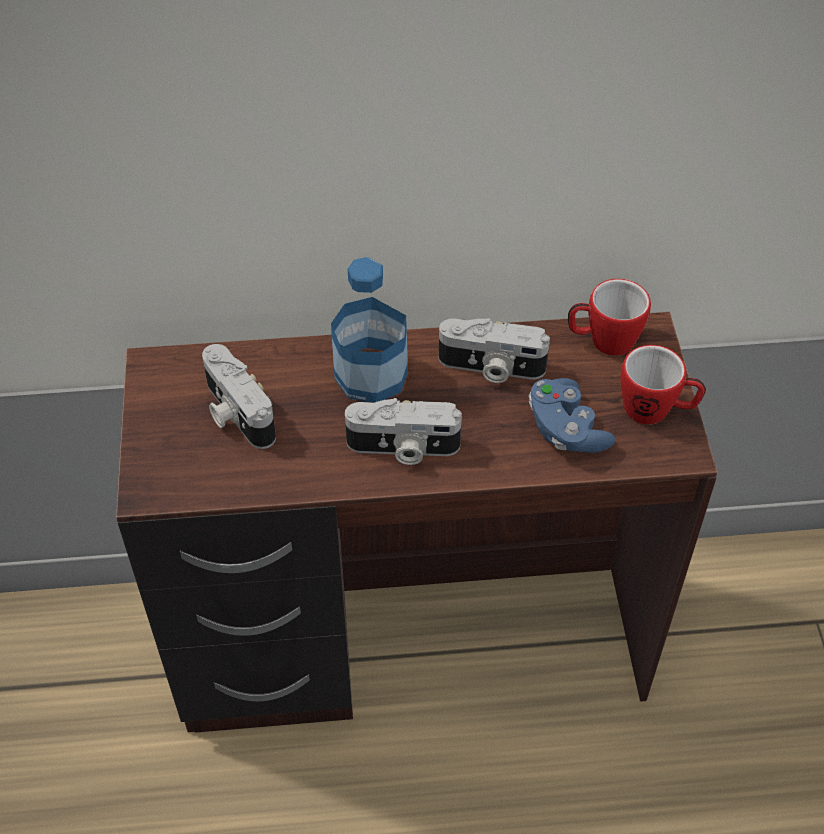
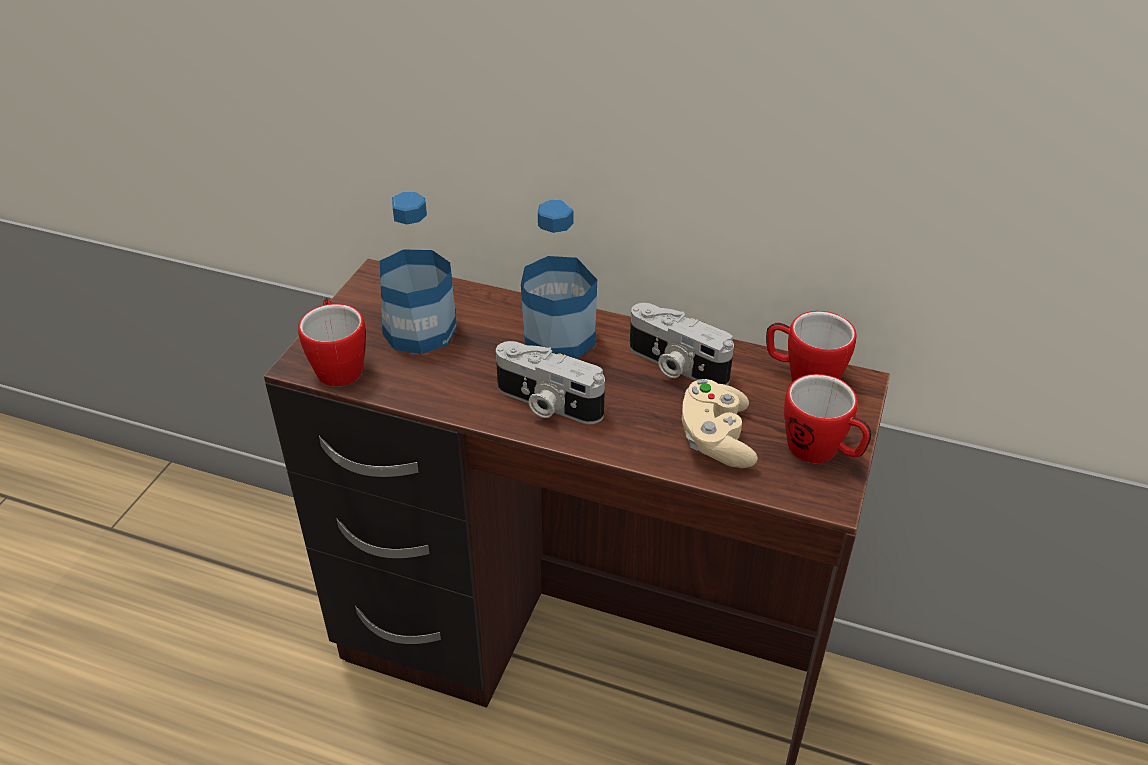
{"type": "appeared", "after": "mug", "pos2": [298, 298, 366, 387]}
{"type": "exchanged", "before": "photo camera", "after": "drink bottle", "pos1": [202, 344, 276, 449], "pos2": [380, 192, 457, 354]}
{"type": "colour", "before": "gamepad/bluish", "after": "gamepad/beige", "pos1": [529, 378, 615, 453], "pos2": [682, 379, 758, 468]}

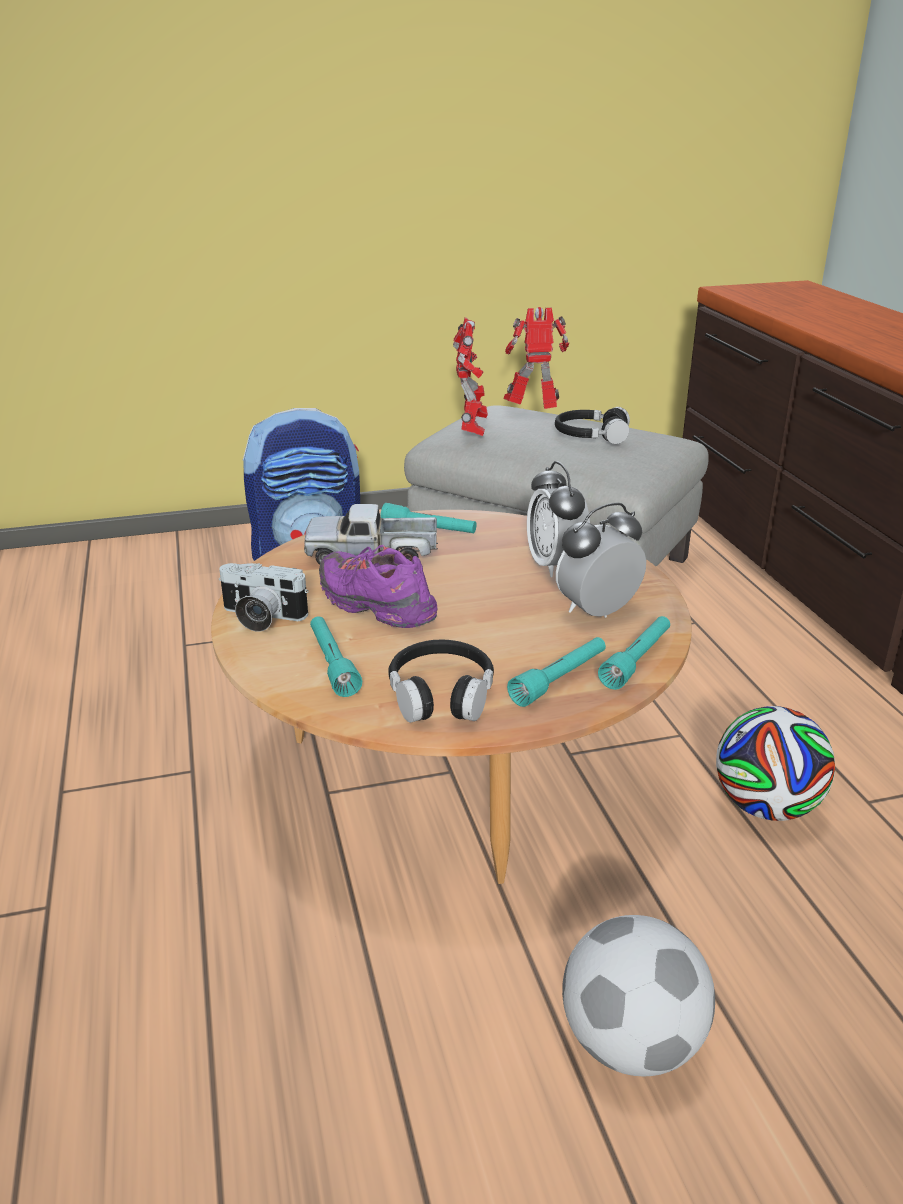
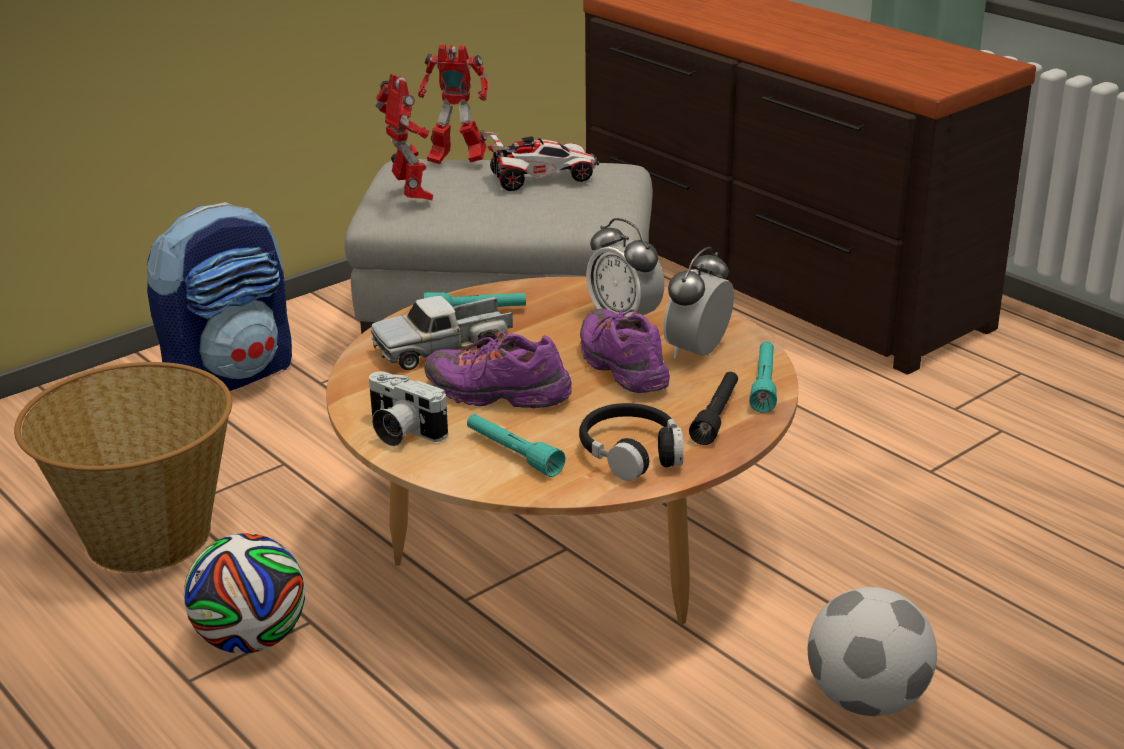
{"type": "appeared", "after": "household basket", "pos2": [14, 362, 232, 572]}
{"type": "relocated", "before": "football", "pos1": [716, 706, 835, 821], "pos2": [184, 533, 305, 653]}
{"type": "spun", "before": "photo camera", "pos1": [219, 563, 308, 632], "pos2": [369, 371, 448, 446], "turn": 45}
{"type": "spun", "before": "model robot", "pos1": [504, 307, 569, 409], "pos2": [418, 44, 489, 164], "turn": -135}
{"type": "exchanged", "before": "pair of headphones/blackish", "after": "miniature car", "pos1": [555, 407, 630, 444], "pos2": [481, 132, 599, 191]}
{"type": "appeared", "after": "item of footwear/purple", "pos2": [580, 309, 670, 393]}
{"type": "colour", "before": "torch/turquoise", "after": "torch/blackish", "pos1": [507, 637, 606, 707], "pos2": [689, 372, 738, 445]}

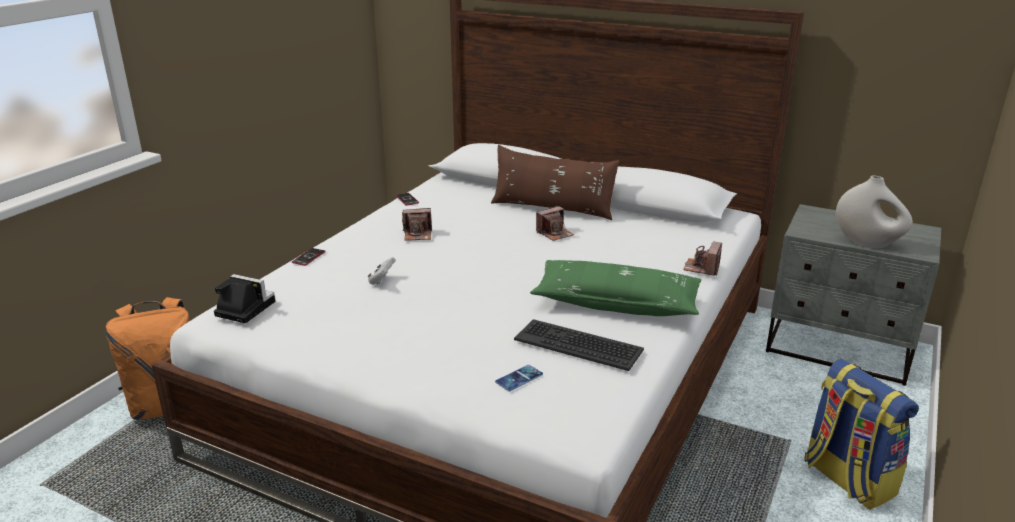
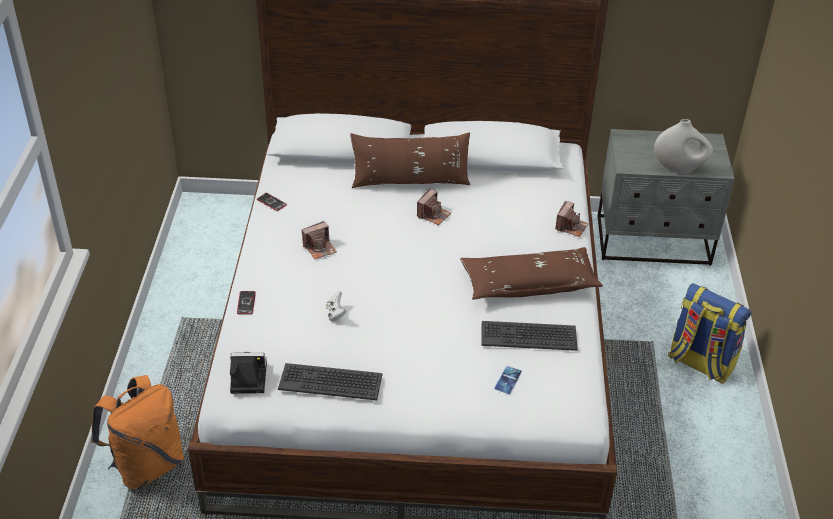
{"type": "appeared", "after": "computer keyboard", "pos2": [278, 363, 383, 400]}
{"type": "colour", "before": "cushion/greenish", "after": "cushion/brown-coloured", "pos1": [530, 260, 701, 316], "pos2": [460, 247, 603, 300]}
{"type": "spun", "before": "photo camera", "pos1": [683, 241, 722, 276], "pos2": [555, 200, 589, 237], "turn": -150}

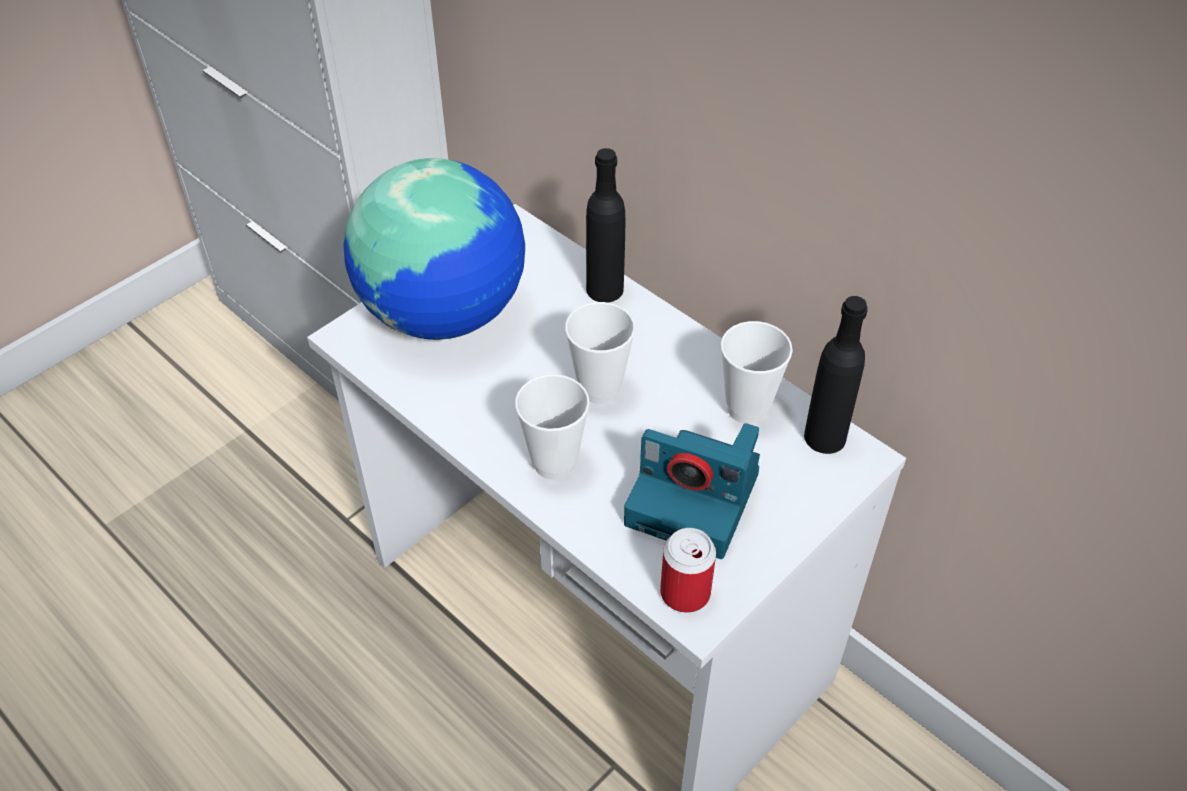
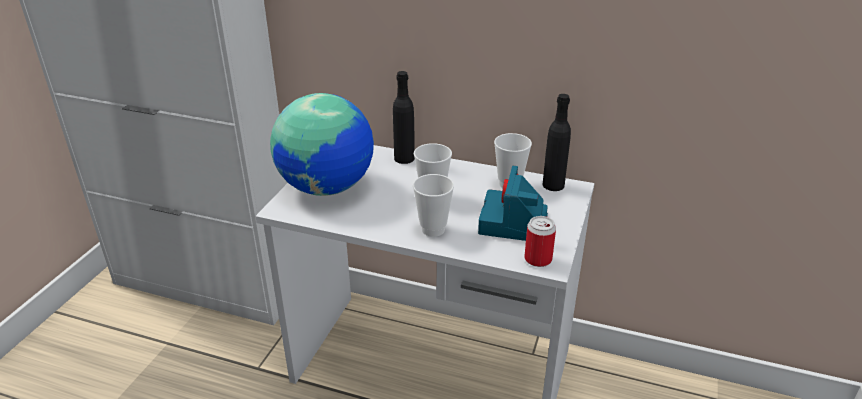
{"type": "spun", "before": "photo camera", "pos1": [624, 423, 760, 559], "pos2": [478, 166, 548, 241], "turn": 105}

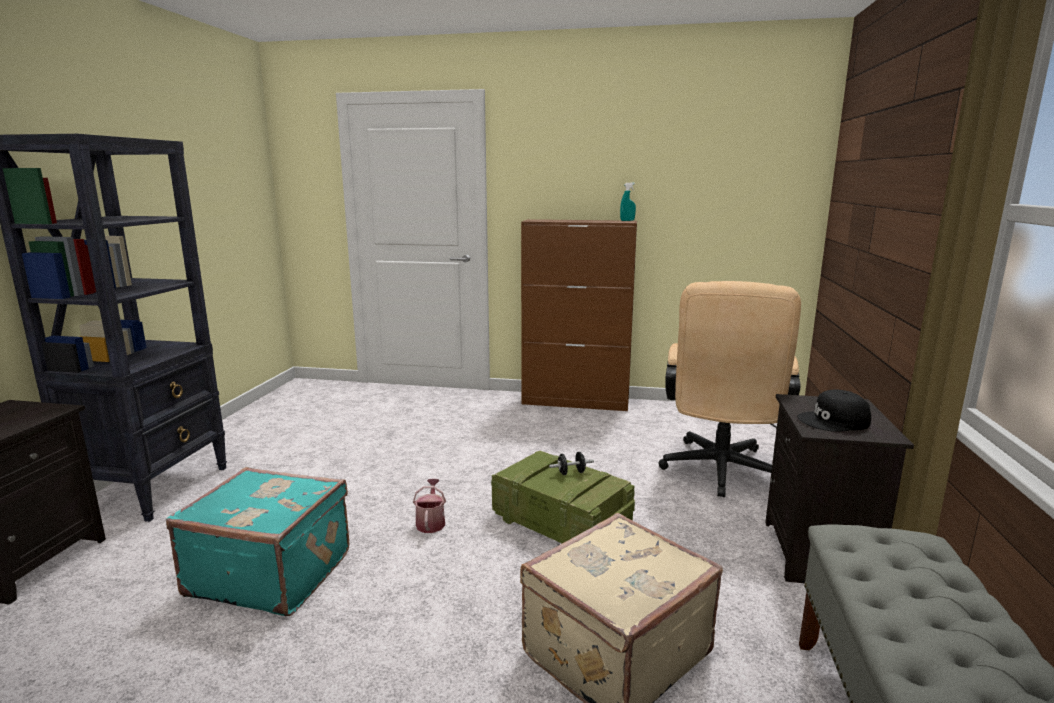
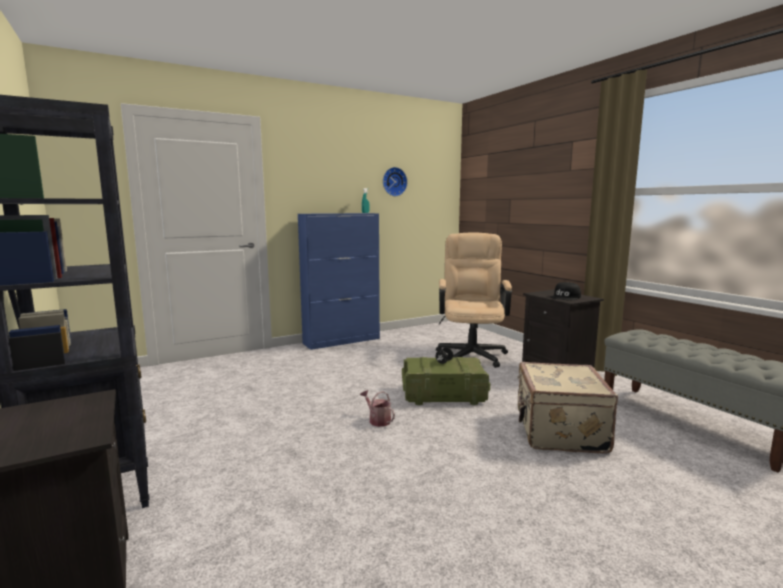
{"type": "colour", "before": "storage cabinet/brown-coloured", "after": "storage cabinet/bluish", "pos1": [521, 219, 637, 411], "pos2": [298, 213, 380, 350]}
{"type": "appeared", "after": "hanging clock", "pos2": [383, 167, 407, 196]}
{"type": "spun", "before": "office chair/beige", "pos1": [658, 281, 801, 497], "pos2": [436, 233, 512, 368], "turn": -150}
{"type": "missing", "before": "suitcase/turquoise", "pos1": [166, 467, 349, 616]}

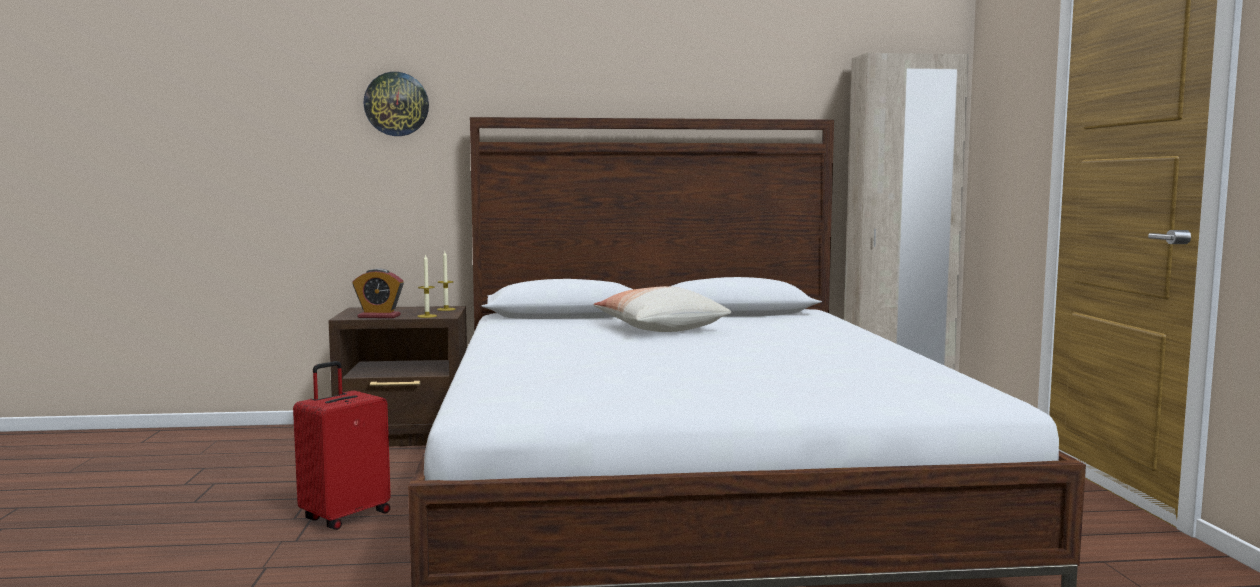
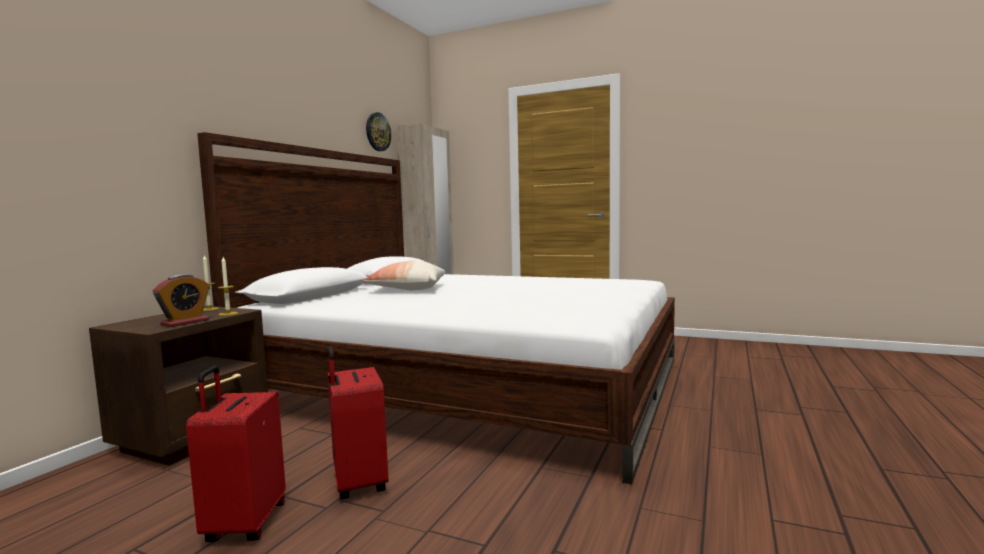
{"type": "appeared", "after": "suitcase/red-coloured", "pos2": [186, 366, 286, 542]}
{"type": "relocated", "before": "hanging clock", "pos1": [363, 72, 429, 136], "pos2": [366, 112, 391, 151]}

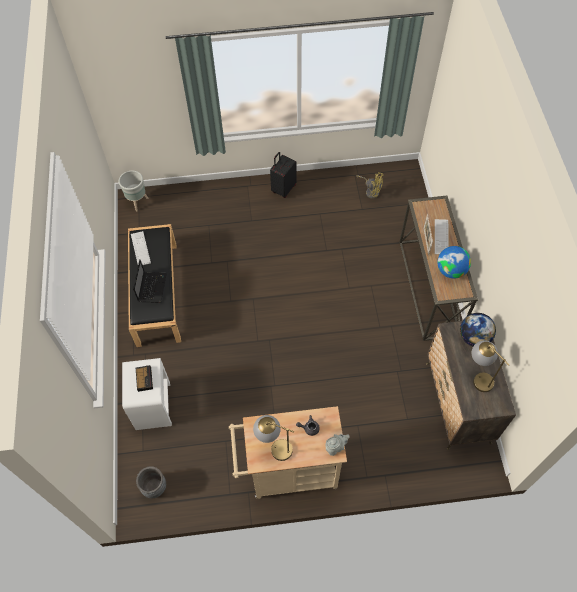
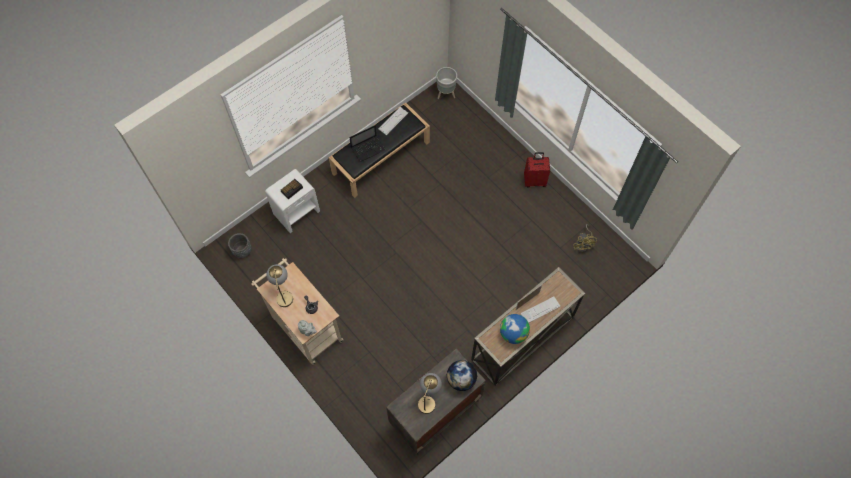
{"type": "colour", "before": "suitcase/blackish", "after": "suitcase/red-coloured", "pos1": [270, 152, 297, 198], "pos2": [524, 152, 550, 187]}

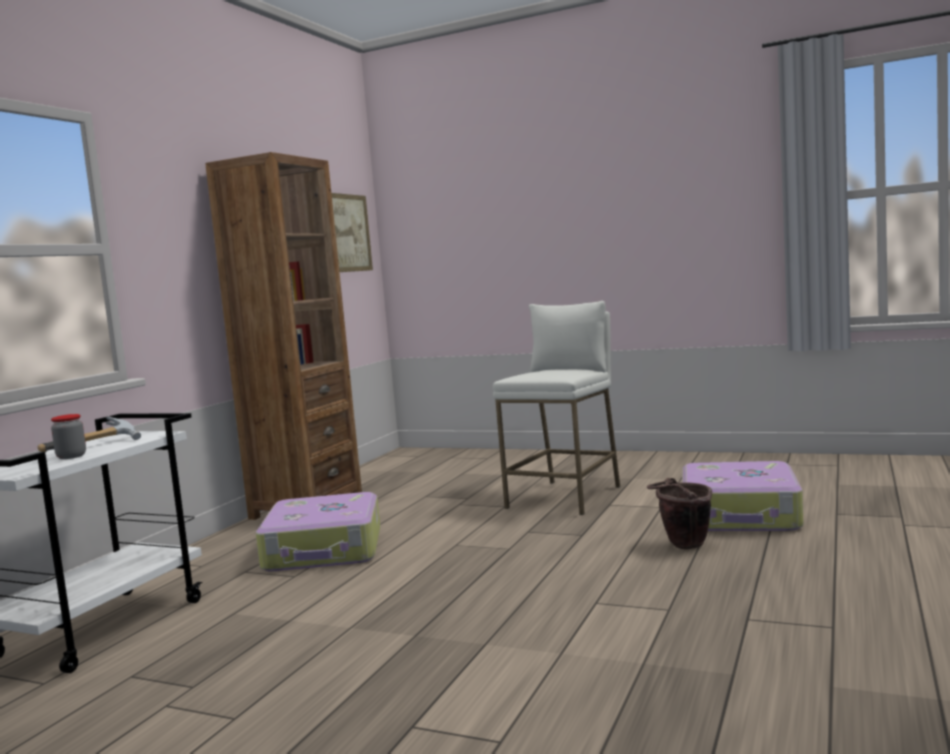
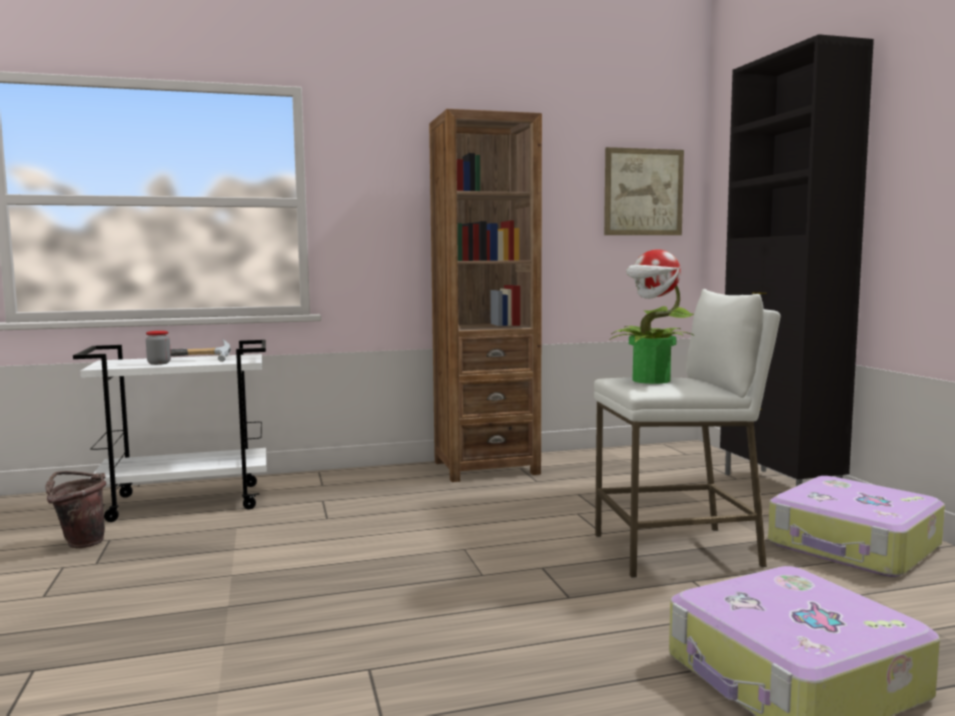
{"type": "relocated", "before": "water bucket/brown-coloured", "pos1": [647, 478, 712, 549], "pos2": [45, 471, 106, 548]}
{"type": "appeared", "after": "plant in a pot", "pos2": [611, 250, 695, 384]}
{"type": "appeared", "after": "storage cabinet/blackish", "pos2": [720, 34, 874, 486]}
{"type": "relocated", "before": "suitcase", "pos1": [256, 492, 380, 571], "pos2": [768, 476, 945, 577]}

